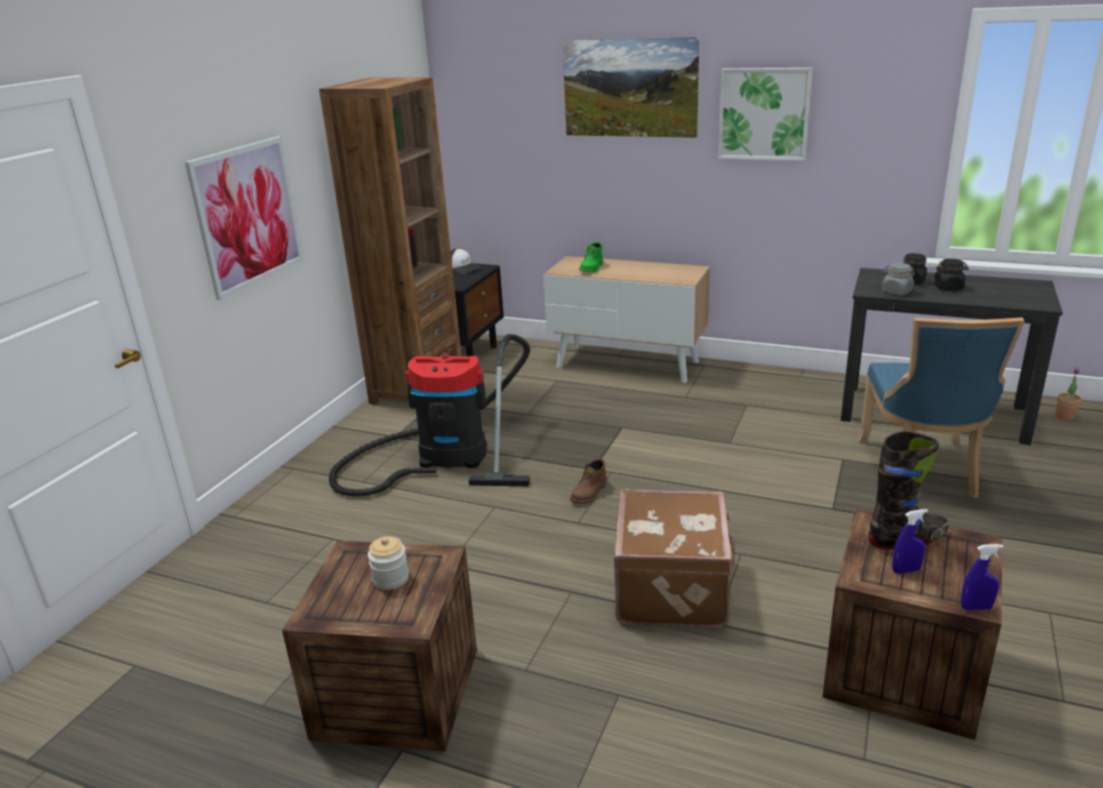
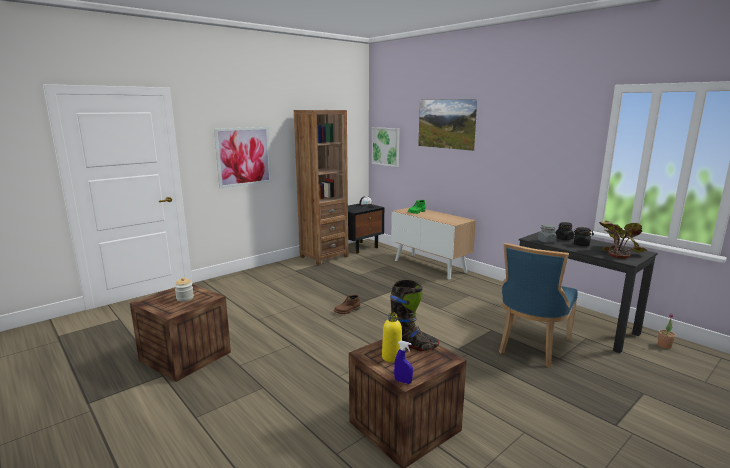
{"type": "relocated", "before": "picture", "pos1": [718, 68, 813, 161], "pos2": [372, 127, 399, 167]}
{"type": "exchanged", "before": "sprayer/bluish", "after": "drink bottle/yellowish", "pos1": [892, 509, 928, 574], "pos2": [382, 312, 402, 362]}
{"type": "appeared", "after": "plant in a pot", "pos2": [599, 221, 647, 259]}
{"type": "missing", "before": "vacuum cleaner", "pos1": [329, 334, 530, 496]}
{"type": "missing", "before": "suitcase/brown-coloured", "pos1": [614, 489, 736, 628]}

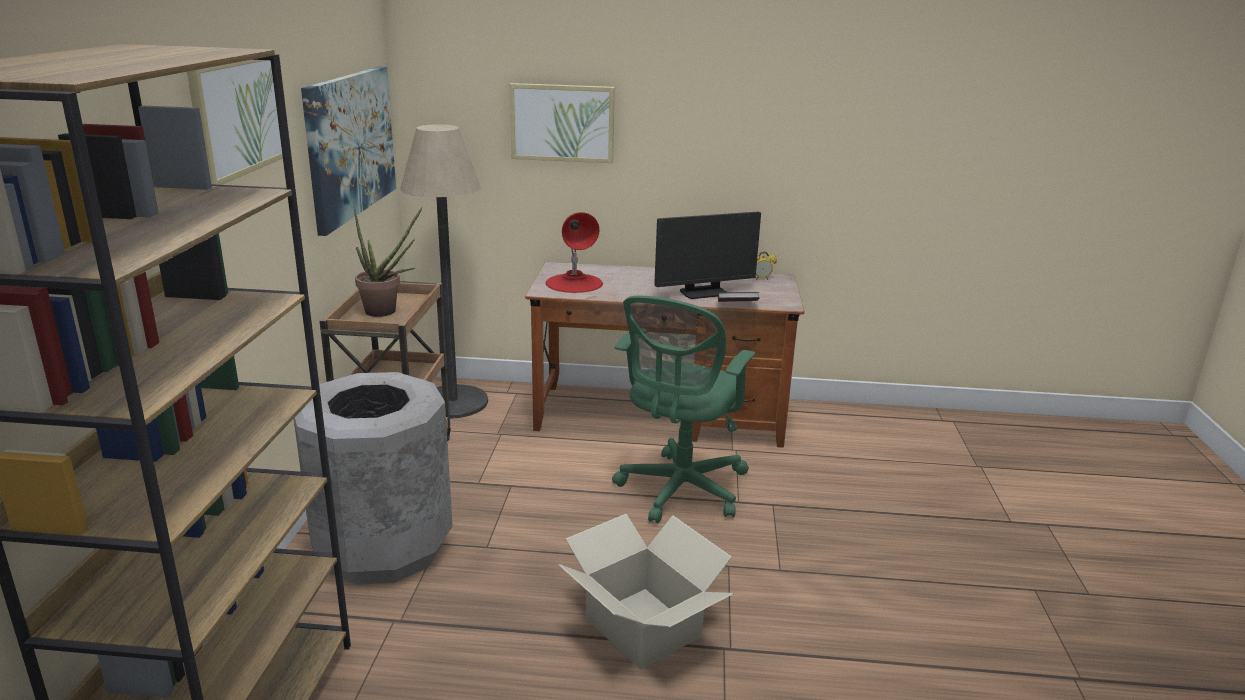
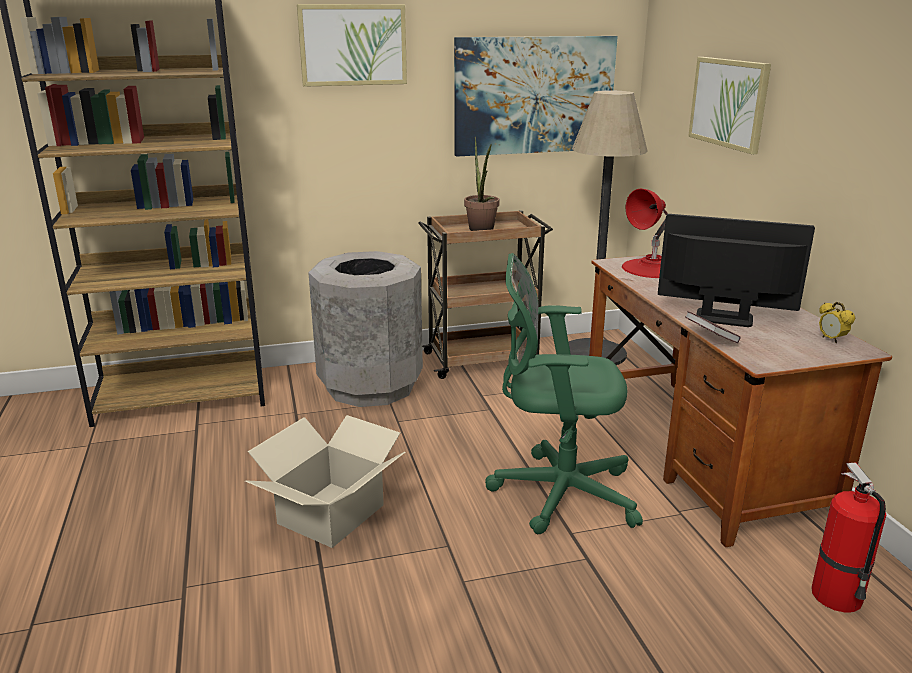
{"type": "spun", "before": "computer display", "pos1": [654, 212, 761, 299], "pos2": [658, 214, 815, 327], "turn": 150}
{"type": "appeared", "after": "extinguisher", "pos2": [811, 462, 886, 613]}

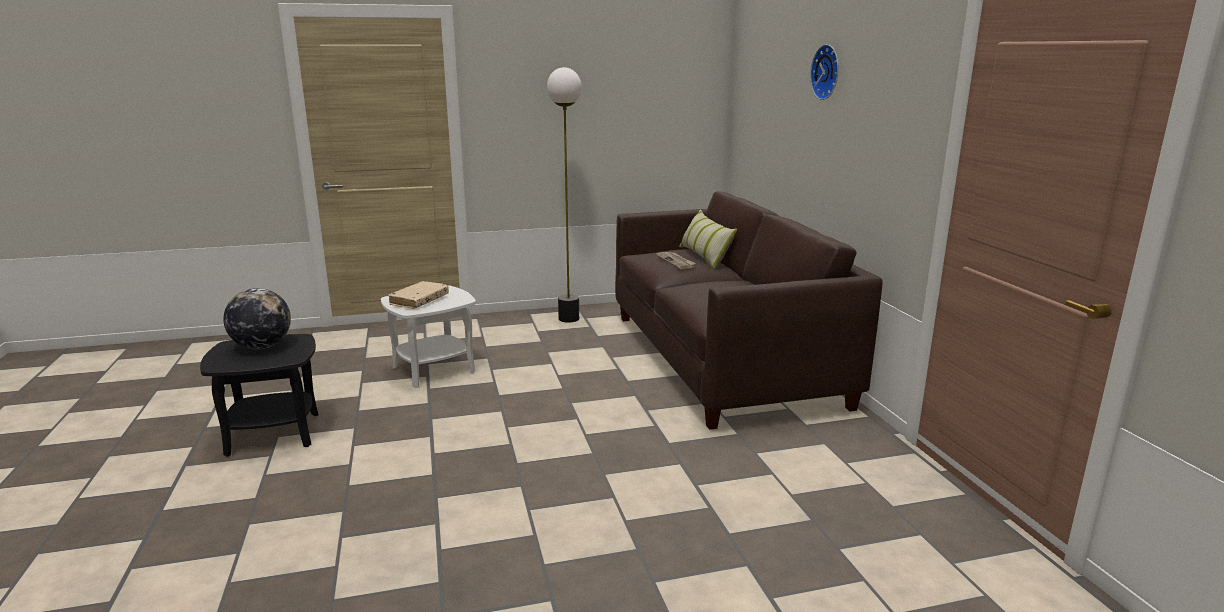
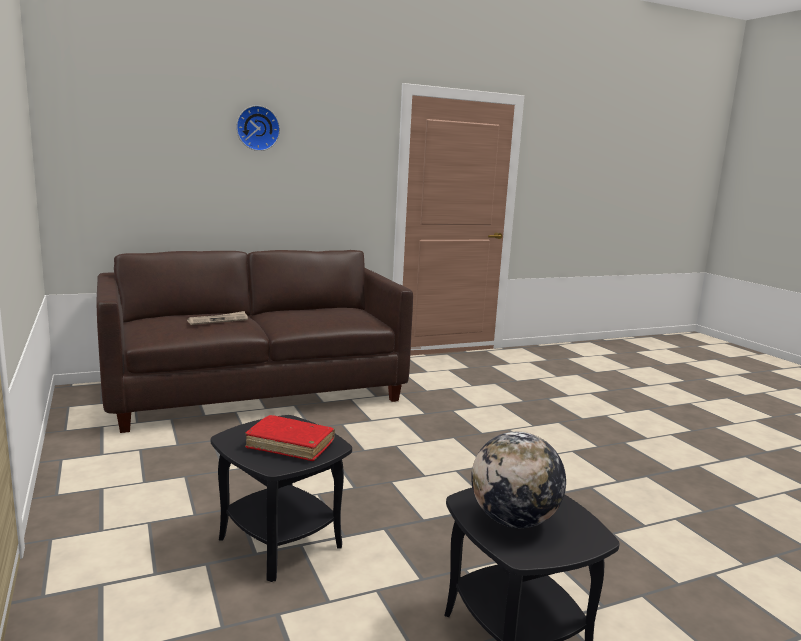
{"type": "colour", "before": "side table/white-coloured", "after": "side table/blackish", "pos1": [381, 285, 476, 388], "pos2": [211, 415, 352, 582]}
{"type": "colour", "before": "book/beige", "after": "book/red-coloured", "pos1": [388, 281, 449, 308], "pos2": [245, 415, 335, 461]}
{"type": "missing", "before": "standard lamp", "pos1": [547, 67, 582, 323]}
{"type": "missing", "before": "cushion", "pos1": [679, 210, 737, 270]}

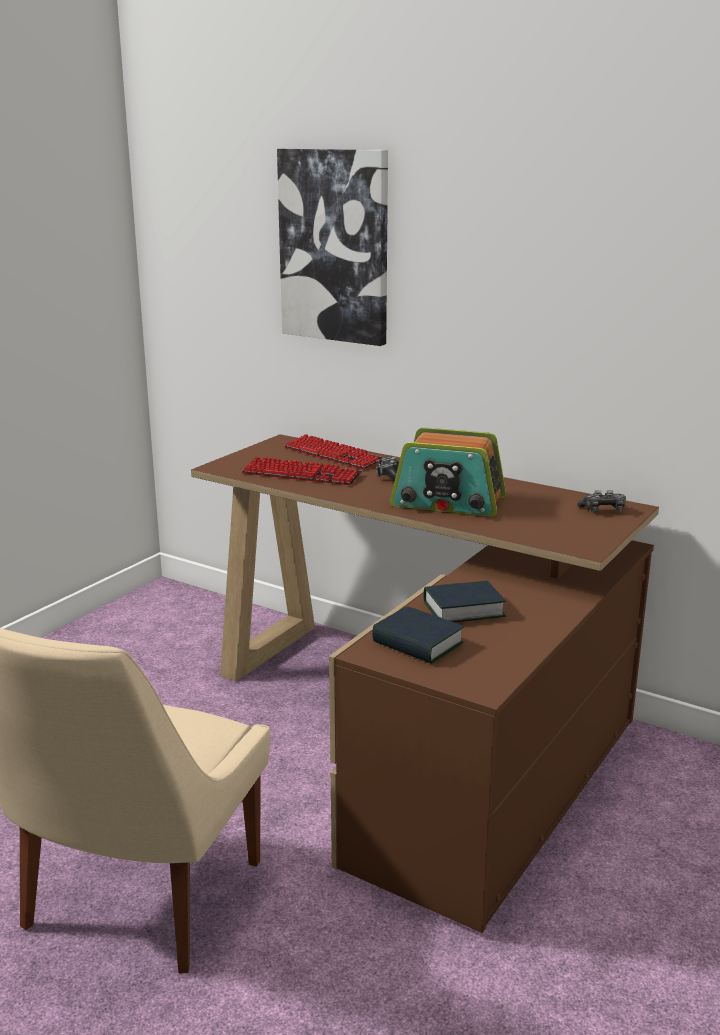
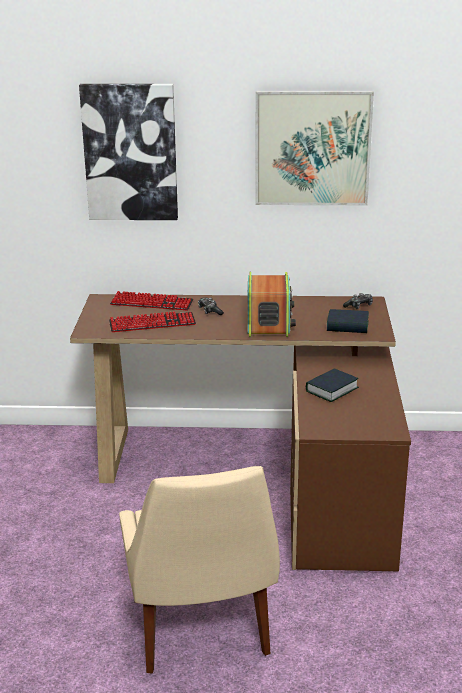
{"type": "spun", "before": "radio", "pos1": [390, 427, 506, 517], "pos2": [248, 272, 296, 337], "turn": -75}
{"type": "appeared", "after": "picture", "pos2": [255, 91, 374, 205]}
{"type": "relocated", "before": "book", "pos1": [372, 606, 464, 664], "pos2": [327, 309, 369, 333]}

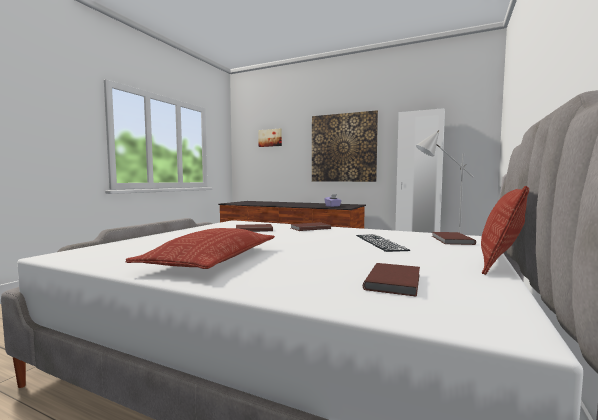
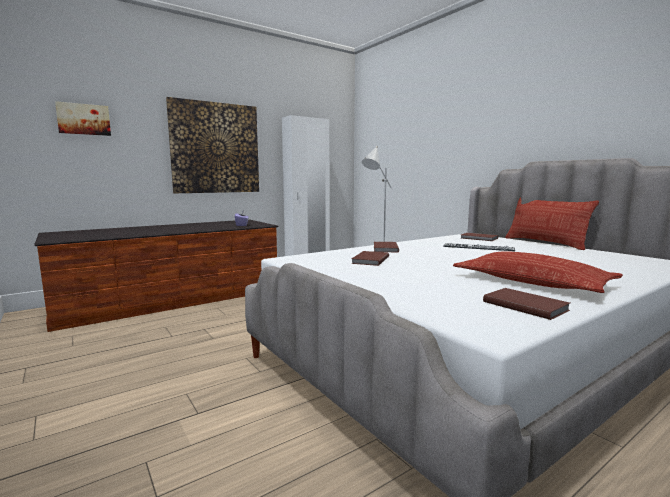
{"type": "relocated", "before": "book/brown-coloured", "pos1": [363, 263, 420, 297], "pos2": [483, 288, 570, 320]}

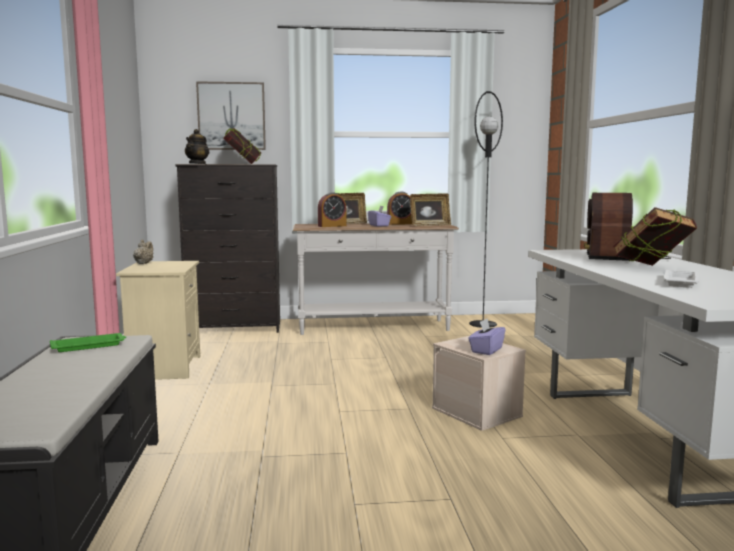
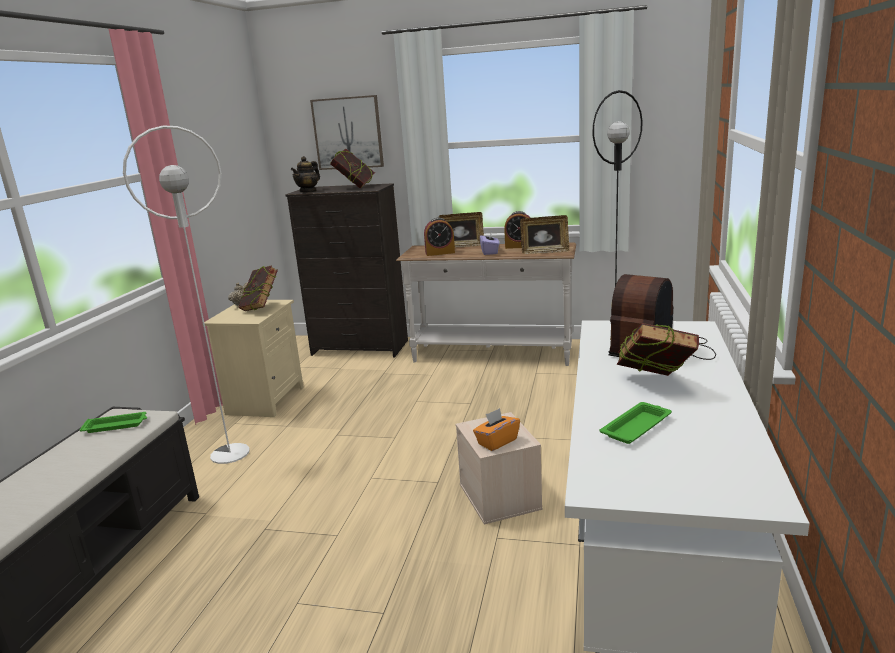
{"type": "appeared", "after": "standard lamp/white-coloured", "pos2": [123, 125, 250, 464]}
{"type": "appeared", "after": "book", "pos2": [238, 265, 278, 311]}
{"type": "colour", "before": "box of tissues/purple", "after": "box of tissues/orange", "pos1": [468, 319, 505, 355], "pos2": [473, 408, 520, 451]}
{"type": "colour", "before": "carrying tray/white-coloured", "after": "carrying tray/greenish", "pos1": [664, 270, 699, 288], "pos2": [599, 402, 672, 444]}

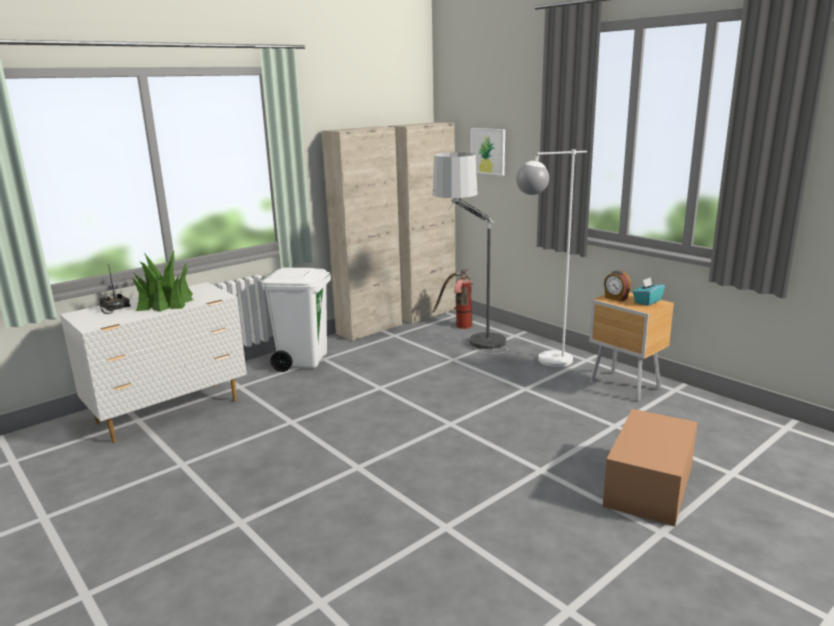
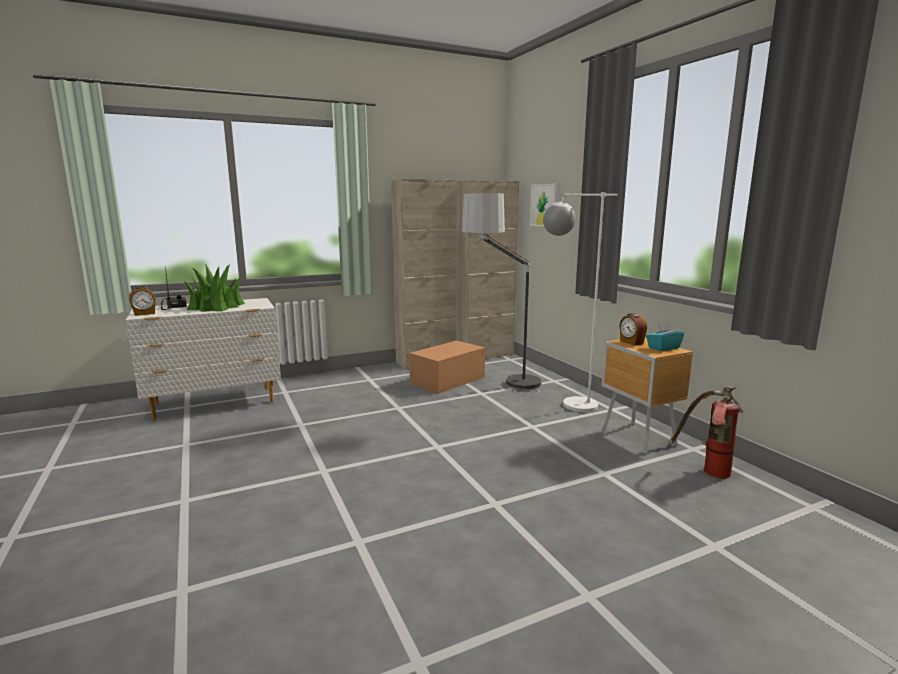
{"type": "appeared", "after": "bedside clock", "pos2": [129, 286, 156, 316]}
{"type": "relocated", "before": "cardboard box", "pos1": [603, 409, 698, 526], "pos2": [409, 341, 485, 394]}
{"type": "relocated", "before": "extinguisher", "pos1": [433, 269, 474, 329], "pos2": [668, 386, 743, 479]}
{"type": "missing", "before": "trash can/white-coloured", "pos1": [258, 267, 331, 372]}

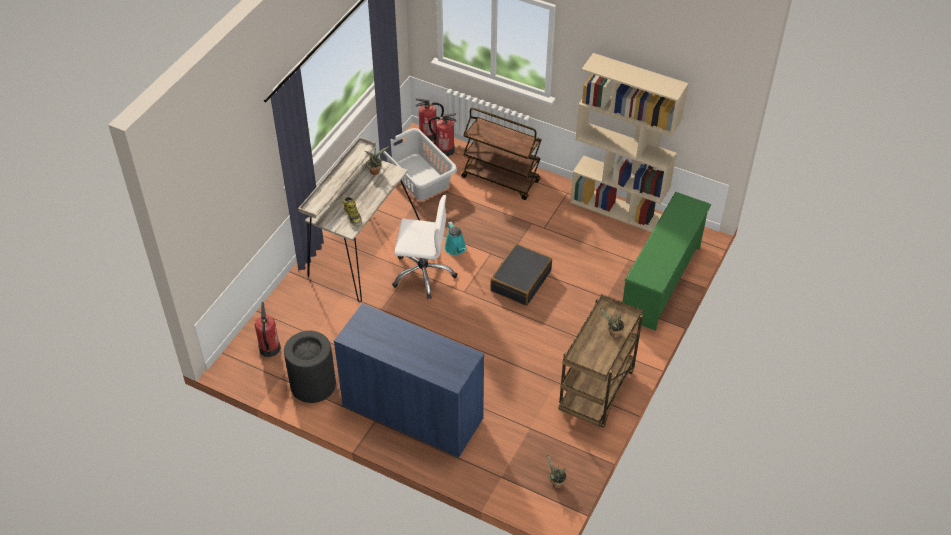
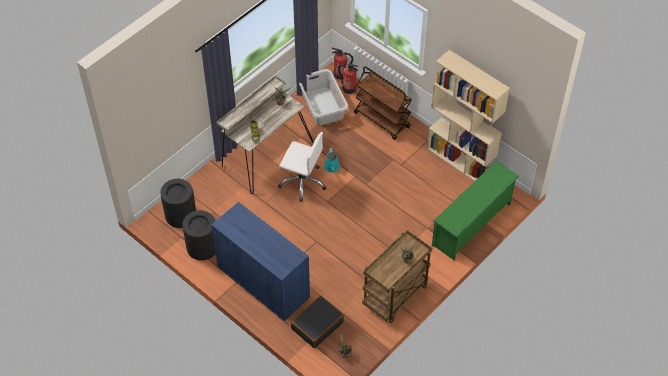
{"type": "exchanged", "before": "extinguisher", "after": "trash can/blackish", "pos1": [255, 302, 281, 357], "pos2": [160, 179, 196, 228]}
{"type": "relocated", "before": "suitcase/blackish", "pos1": [490, 244, 552, 306], "pos2": [291, 296, 344, 348]}

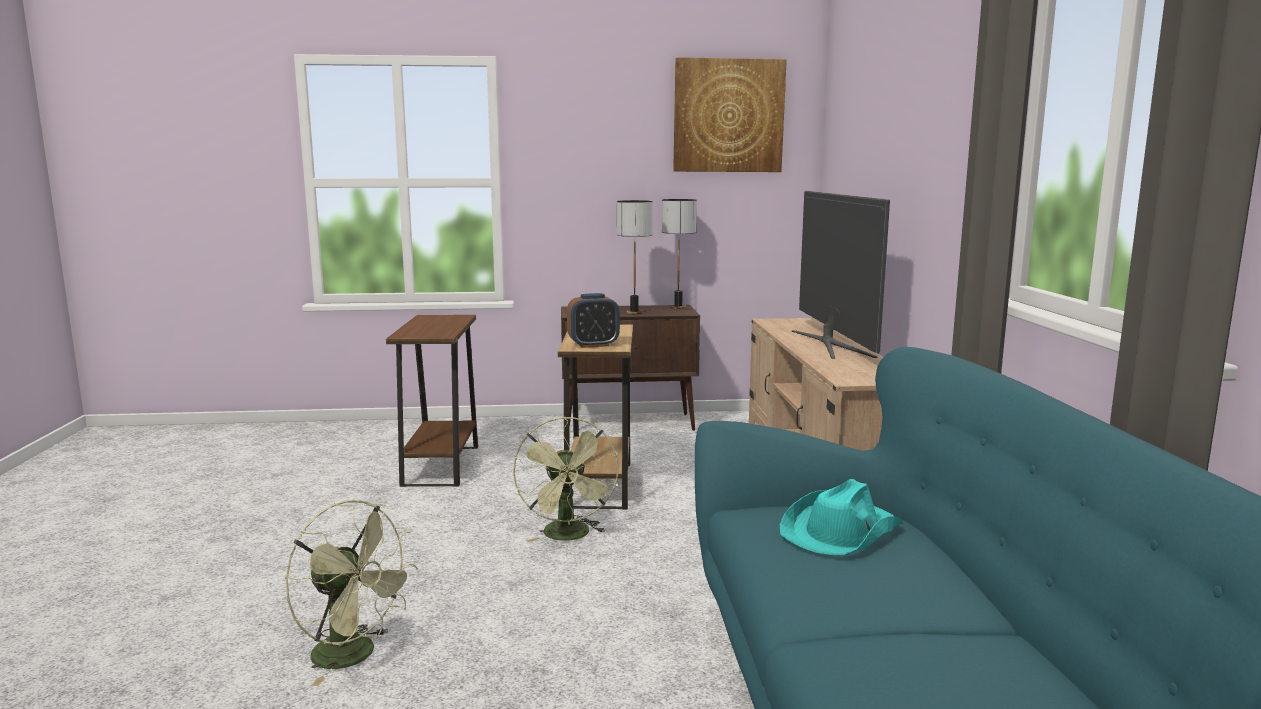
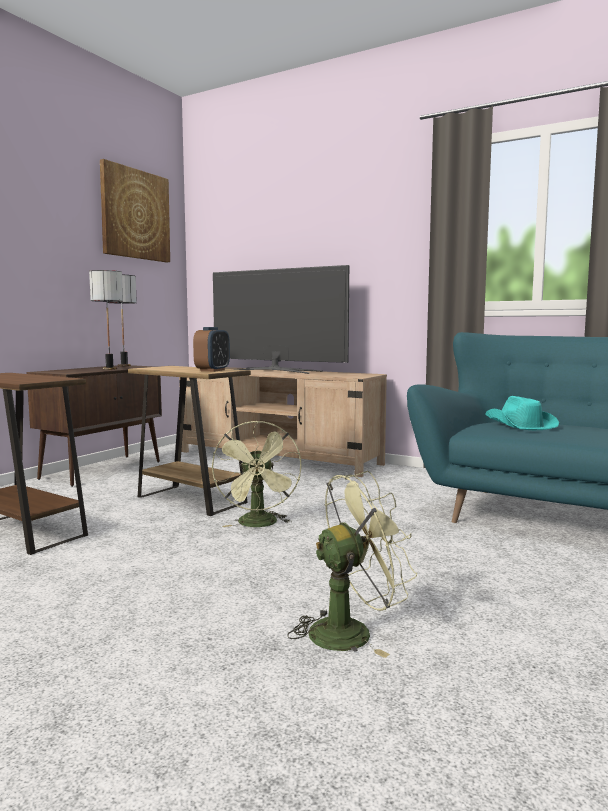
{"type": "spun", "before": "cooling fan/greenish", "pos1": [513, 417, 619, 542], "pos2": [212, 420, 302, 527], "turn": 60}

